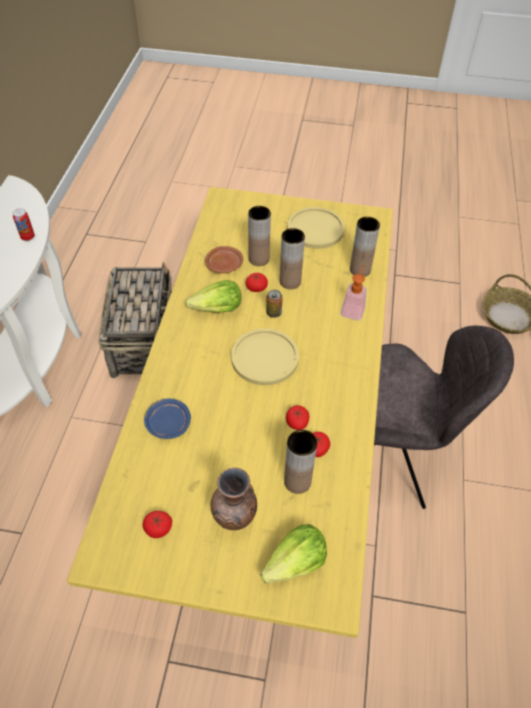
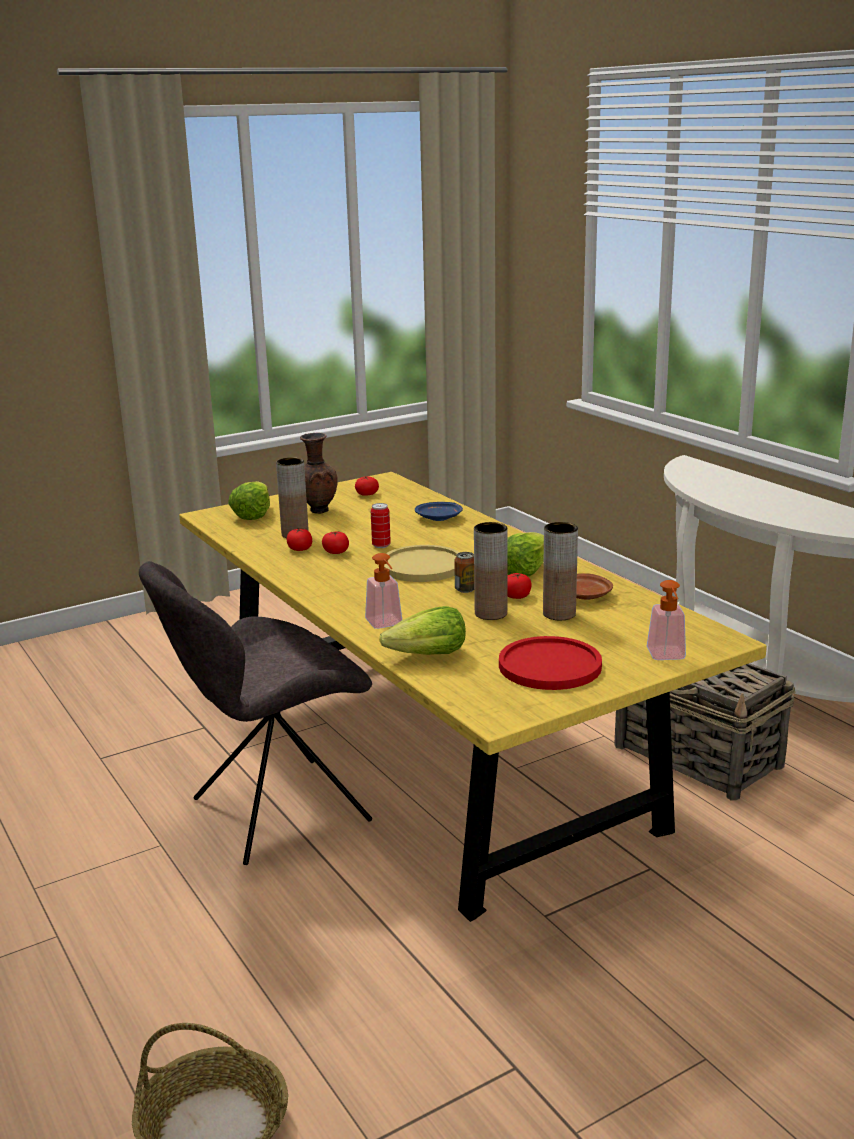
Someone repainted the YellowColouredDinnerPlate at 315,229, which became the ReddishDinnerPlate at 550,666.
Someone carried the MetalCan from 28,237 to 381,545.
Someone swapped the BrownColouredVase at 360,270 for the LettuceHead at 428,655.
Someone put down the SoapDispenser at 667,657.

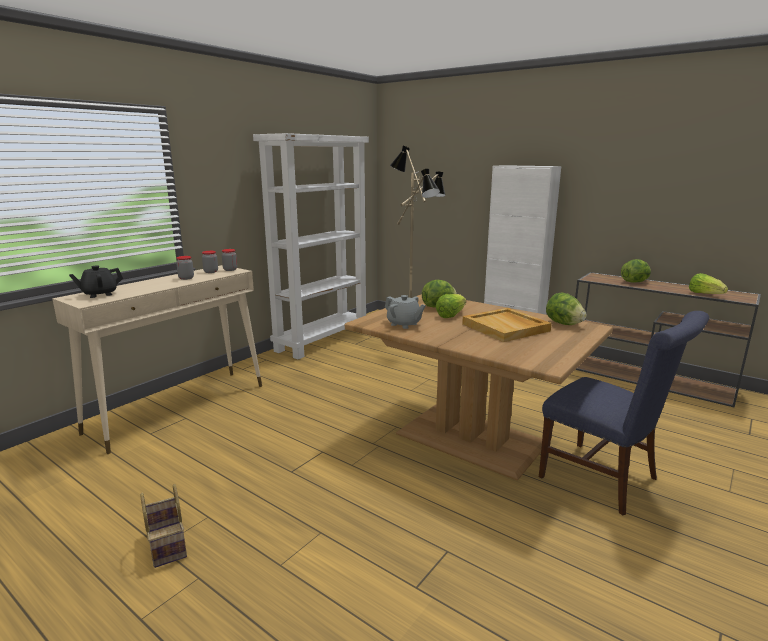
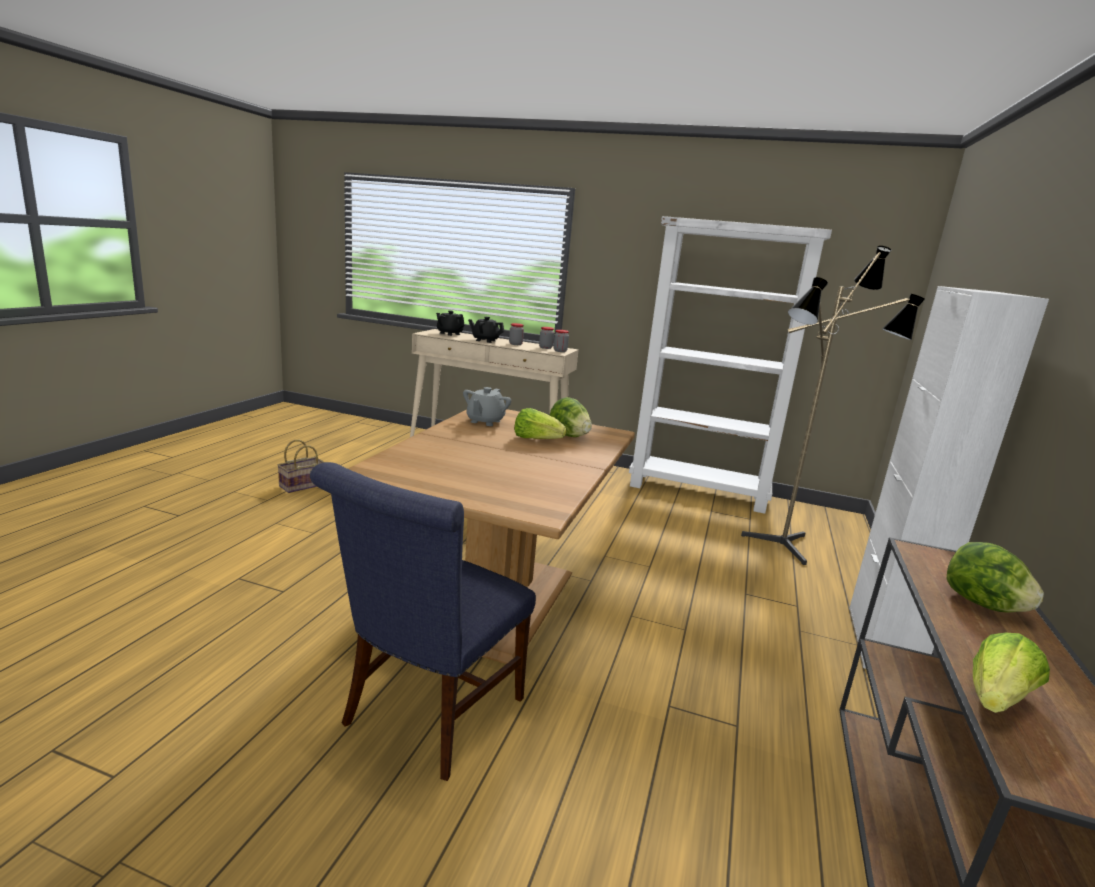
Someone took away the LettuceHead at 563,324.
Someone took away the BeigeTray at 506,327.
Someone put down the BlackPotForTea at 485,340.

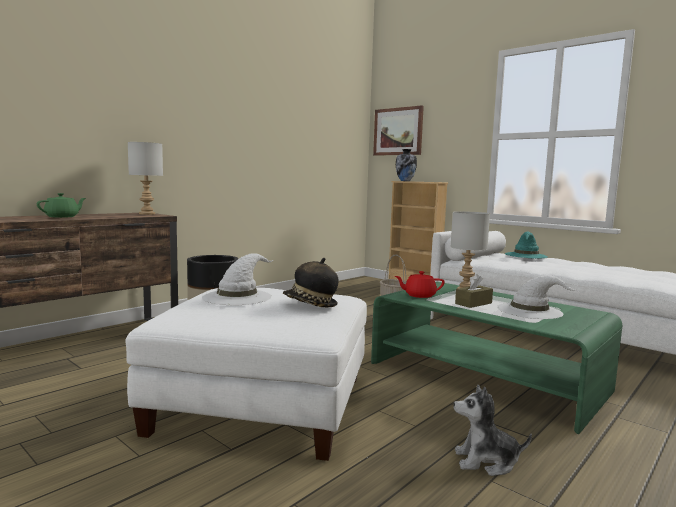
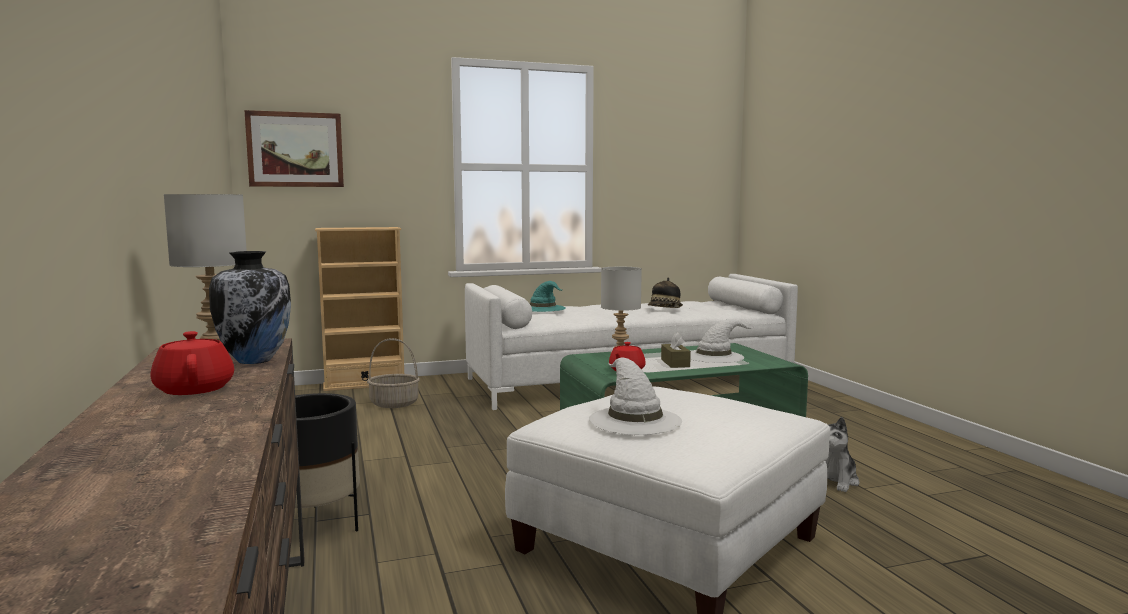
Someone carried the Vase from 405,181 to 255,360.
Someone repainted the GreenPotForTea at 62,217, which became the ReddishPotForTea at 195,388.
Someone carried the ClothingHat from 310,305 to 665,309.

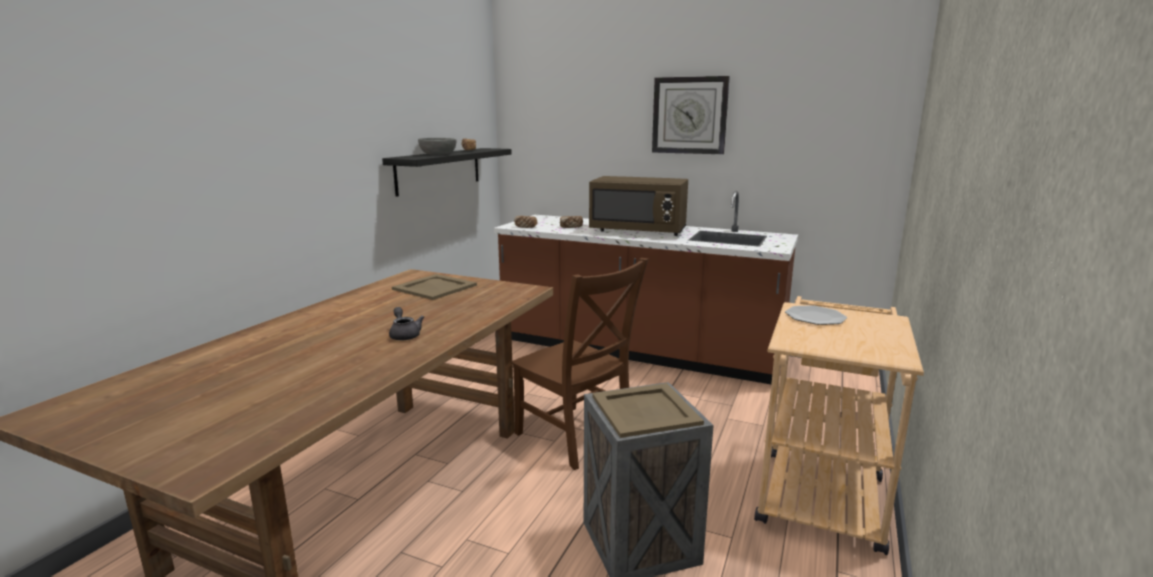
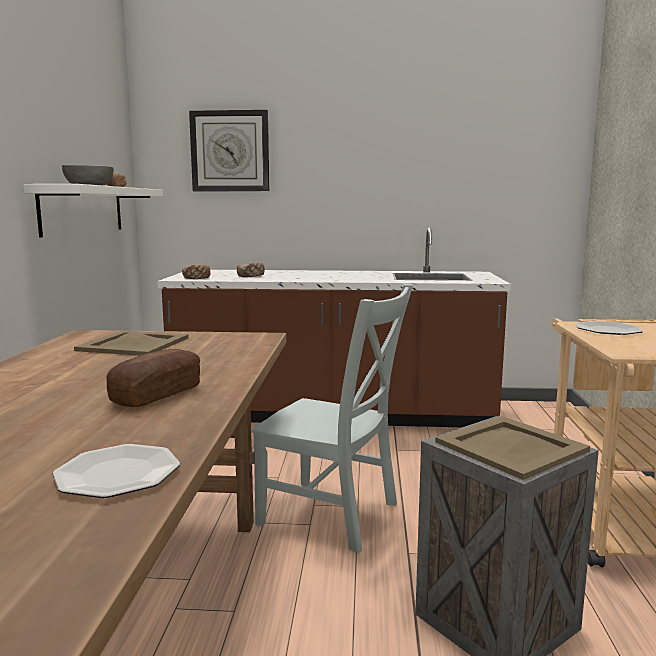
Someone carried the WallClock from 689,115 to 230,151.
Someone repainted the BlackBracketShelf at 439,170, which became the WhiteColouredBracketShelf at 83,210.
Someone took away the BrownColouredMicrowave at 638,231.
Someone repainted the BrownColouredUprightChair at 577,438, which became the GreyUprightChair at 334,515.
Someone swapped the GreyPotForTea at 404,335 for the BakedBread at 157,395.
Someone put down the DinnerPlate at 117,474.

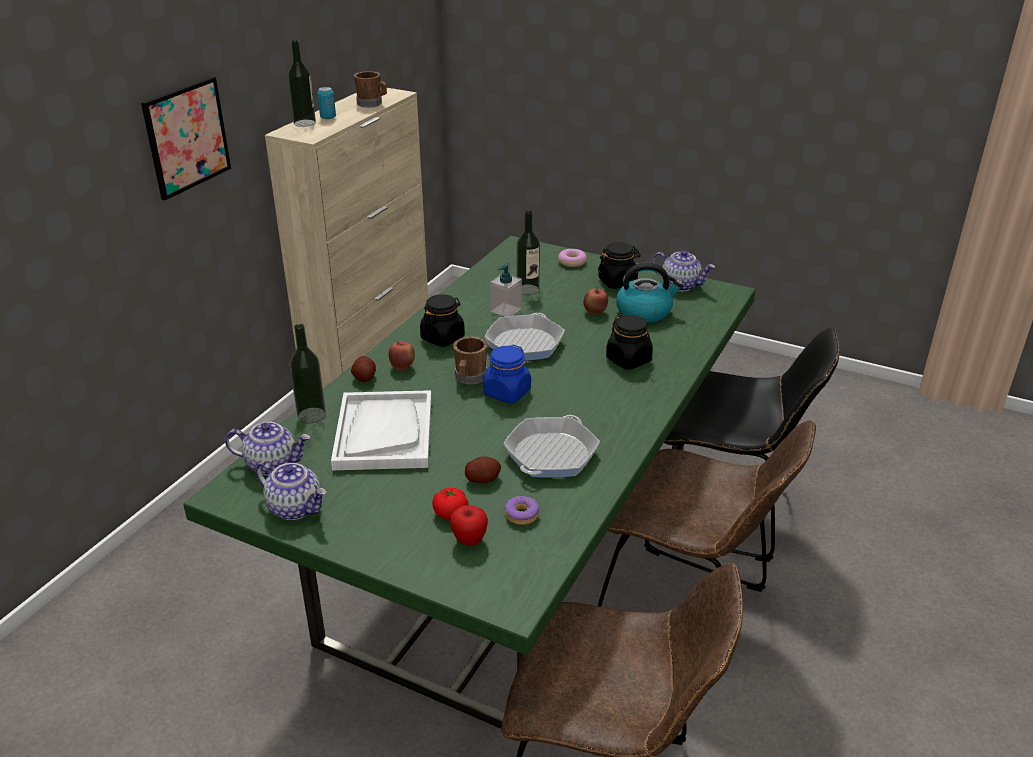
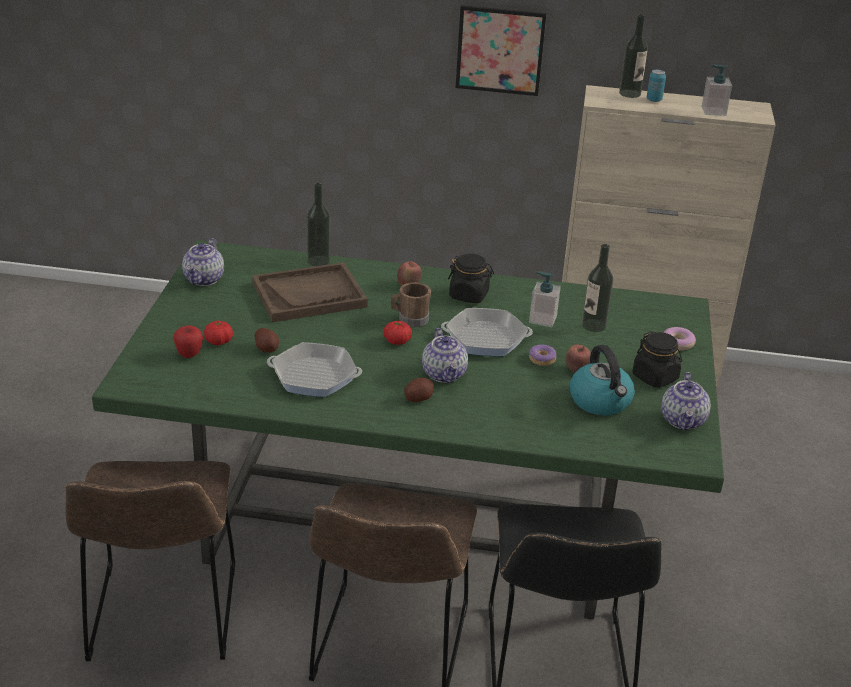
Someone swapped the BrownColouredTeaMug at 372,104 for the SoapDispenser at 713,111.
Someone took away the BlackStorageJar at 629,360.
Someone swapped the BlueColouredStorageJar at 507,393 for the Tomato at 397,341.
Someone carried the Potato from 364,377 to 418,398.
Someone repainted the WhiteColouredTray at 384,433, which became the BrownColouredTray at 309,295.
Someone carried the PotForTea from 272,464 to 445,374.
Someone carried the Donut from 522,515 to 542,359.

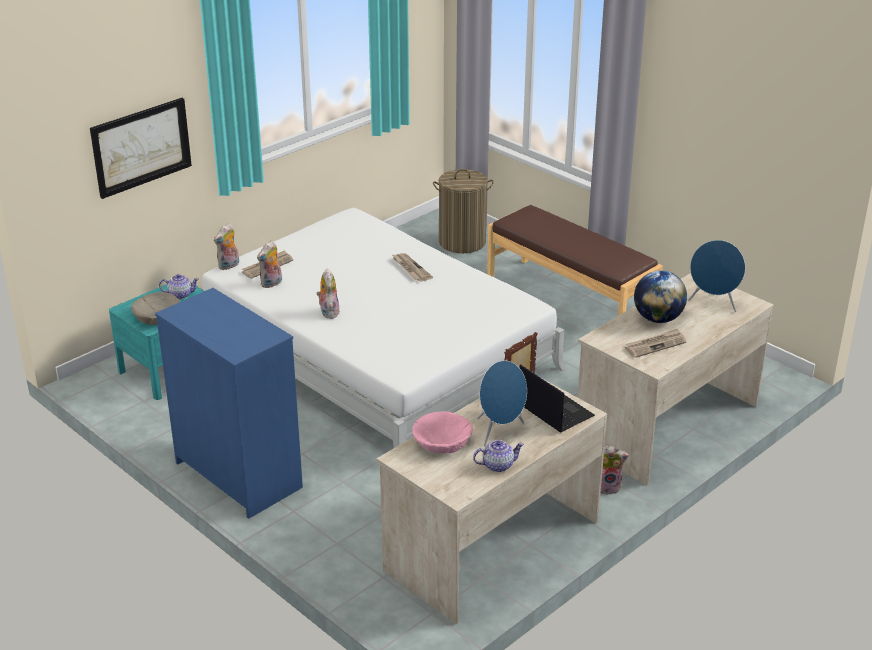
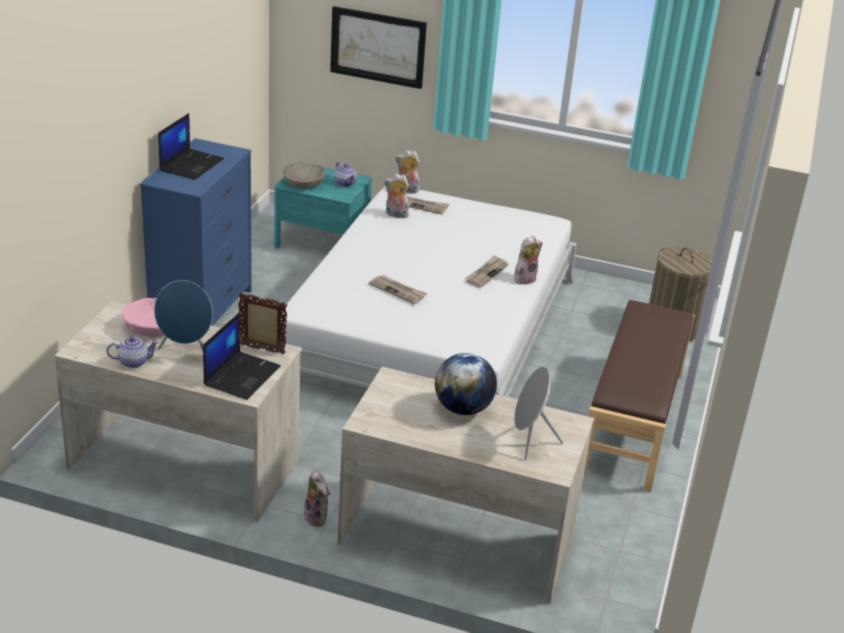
Someone repainted the BlueColouredSpeaker at 713,304, which became the GreySpeaker at 529,442.
Someone carried the SoftToy from 328,312 to 524,278.
Someone carried the DailyPaper from 655,345 to 398,291.
Someone rotated the PotForTea at 497,465 by 60 degrees counterclockwise.
Someone put down the Laptop at 191,164.

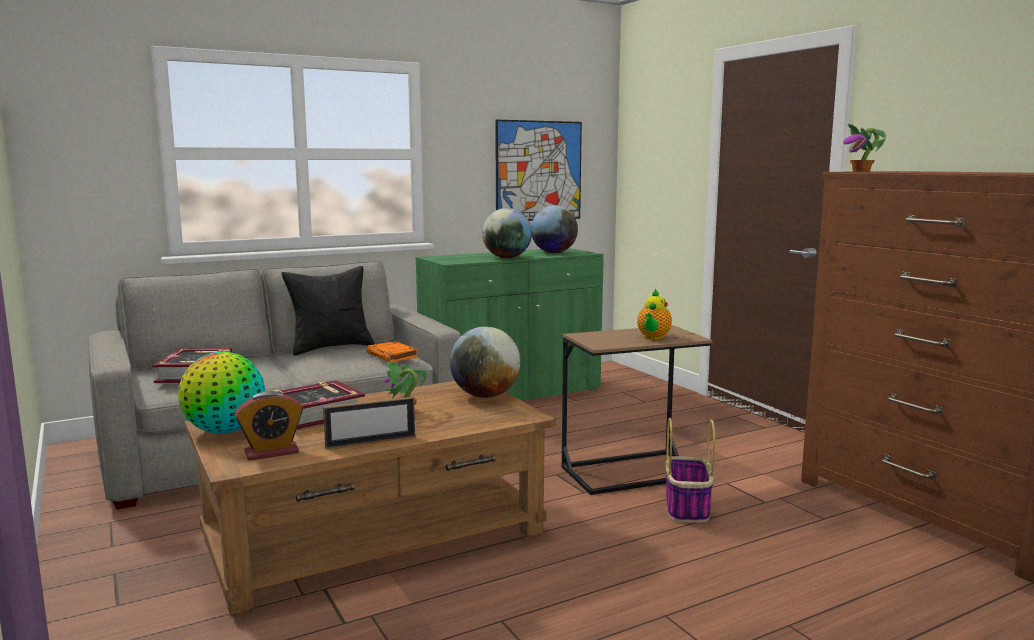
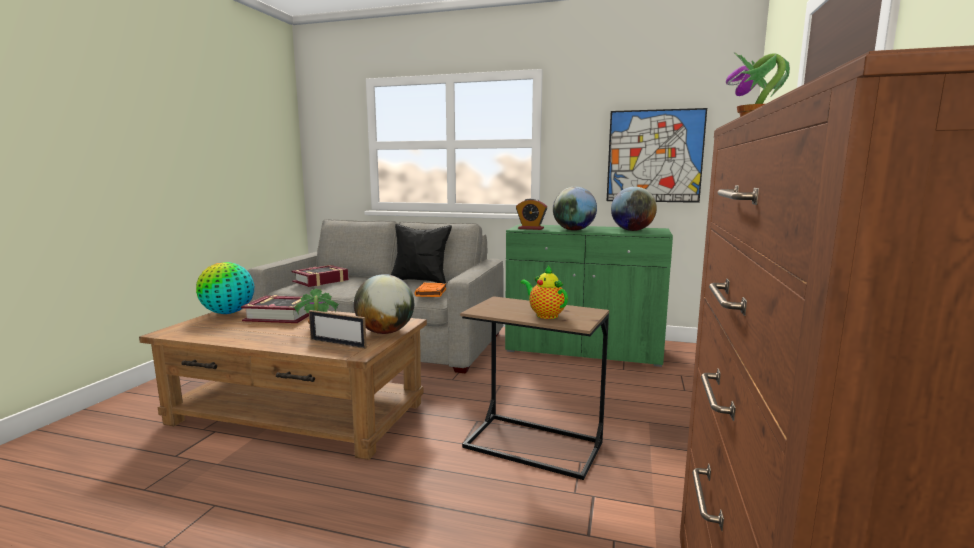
Someone rotated the PotForTea at 653,337 by 75 degrees clockwise.
Someone carried the TableClock from 271,452 to 531,228.
Someone carried the PictureFrame from 370,442 to 338,343.
Someone took away the Basket at 687,508.

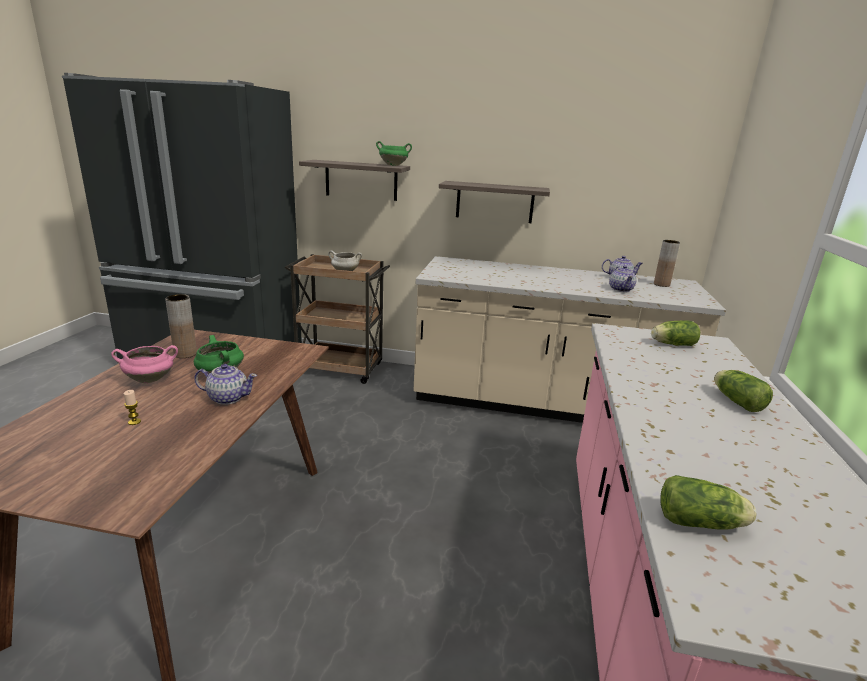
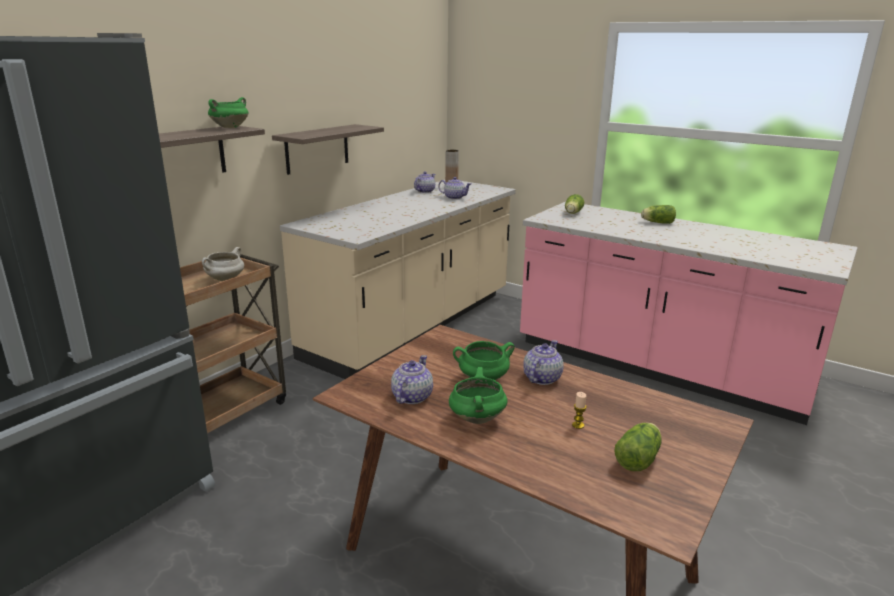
Someone swapped the BrownColouredVase at 185,354 for the PotForTea at 411,397.
Someone repainted the PinkSaucepot at 150,379, which became the GreenSaucepot at 476,418.
Someone carried the LettuceHead from 702,523 to 639,458.

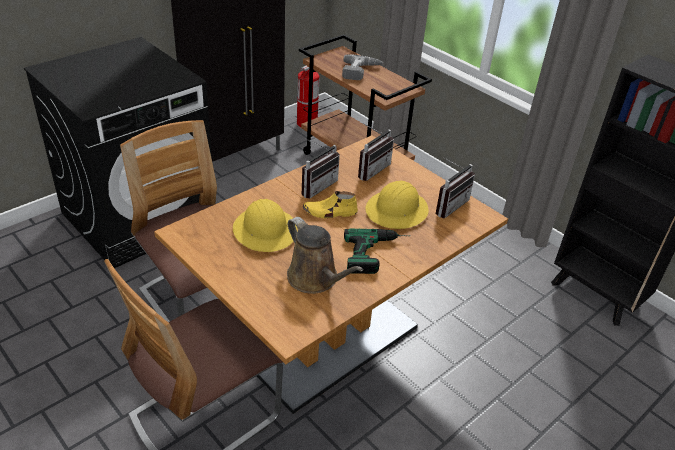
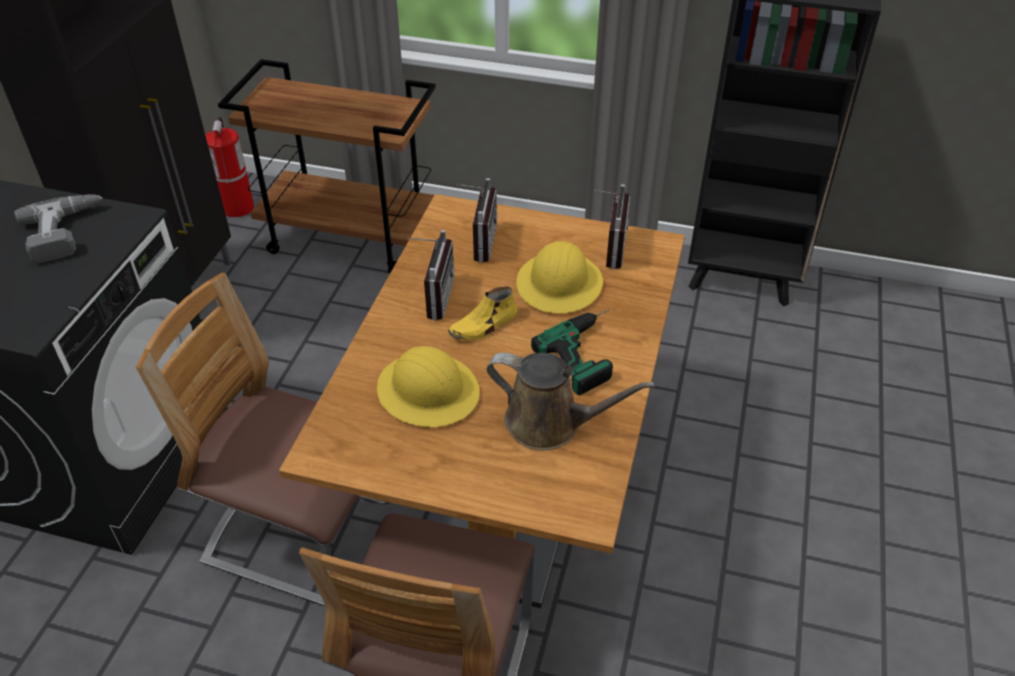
Someone carried the Drill from 361,72 to 66,233.

